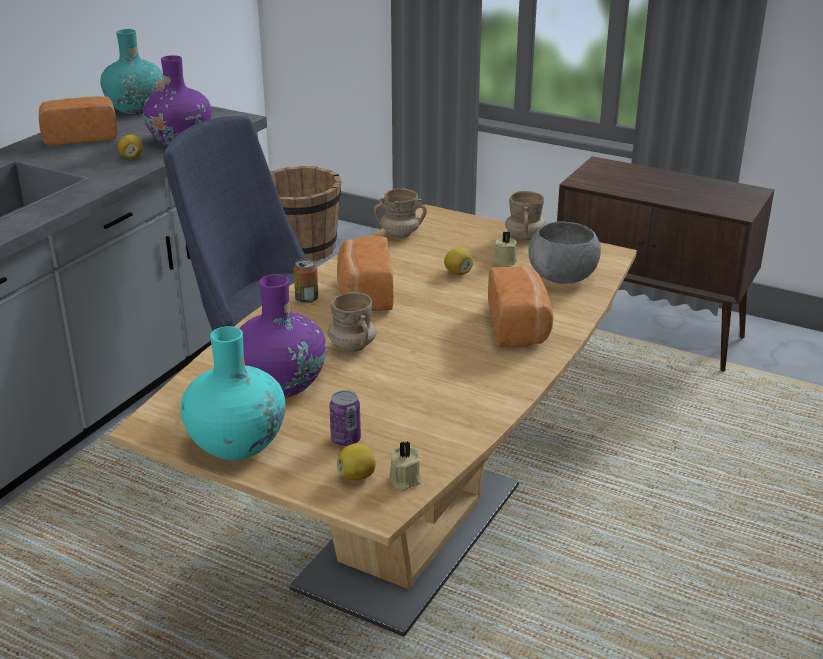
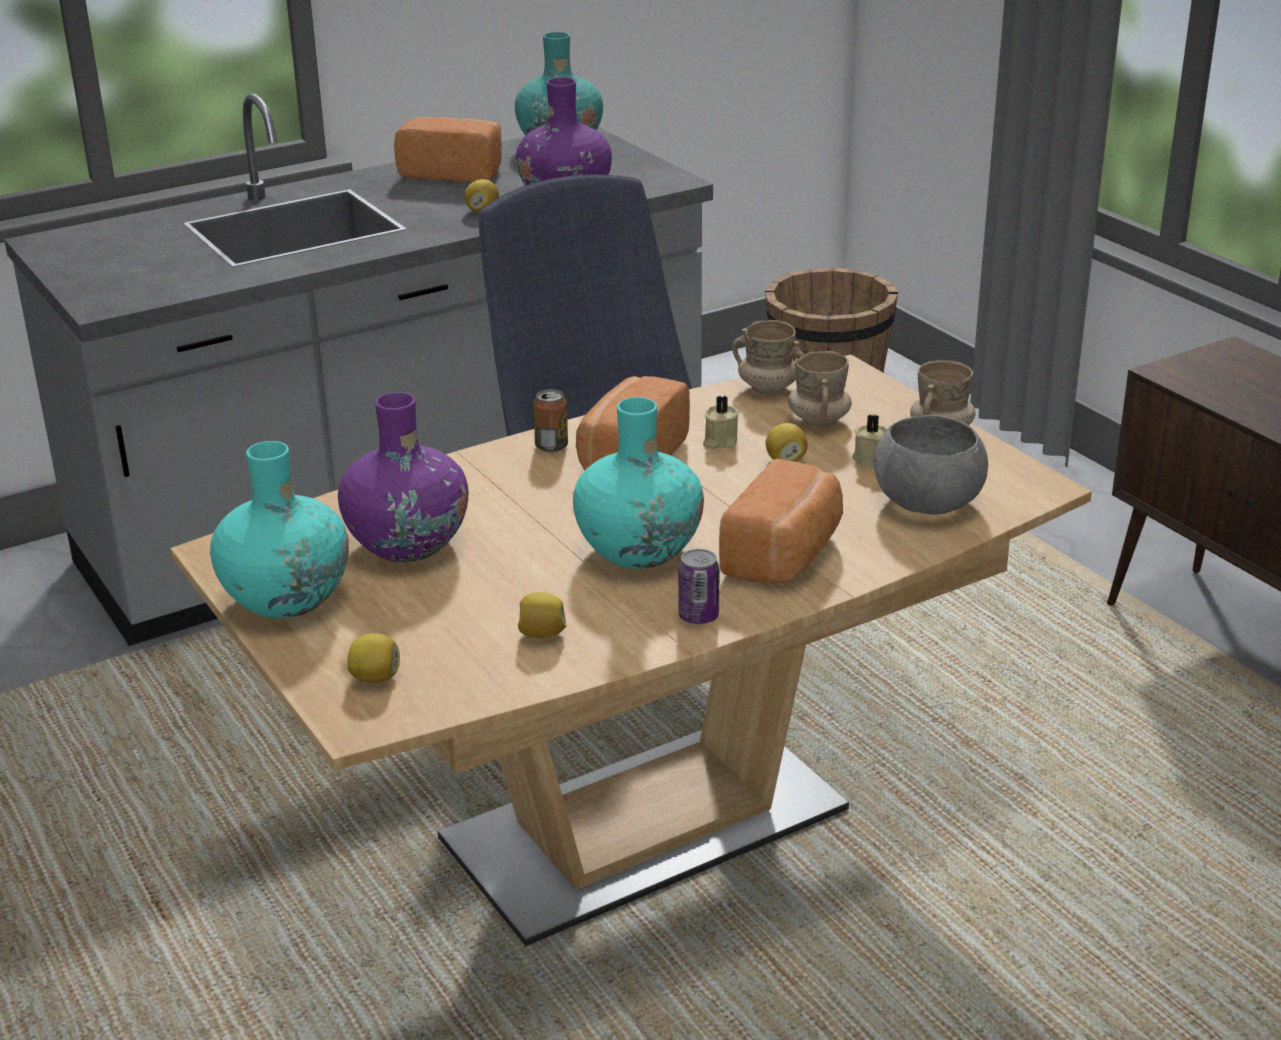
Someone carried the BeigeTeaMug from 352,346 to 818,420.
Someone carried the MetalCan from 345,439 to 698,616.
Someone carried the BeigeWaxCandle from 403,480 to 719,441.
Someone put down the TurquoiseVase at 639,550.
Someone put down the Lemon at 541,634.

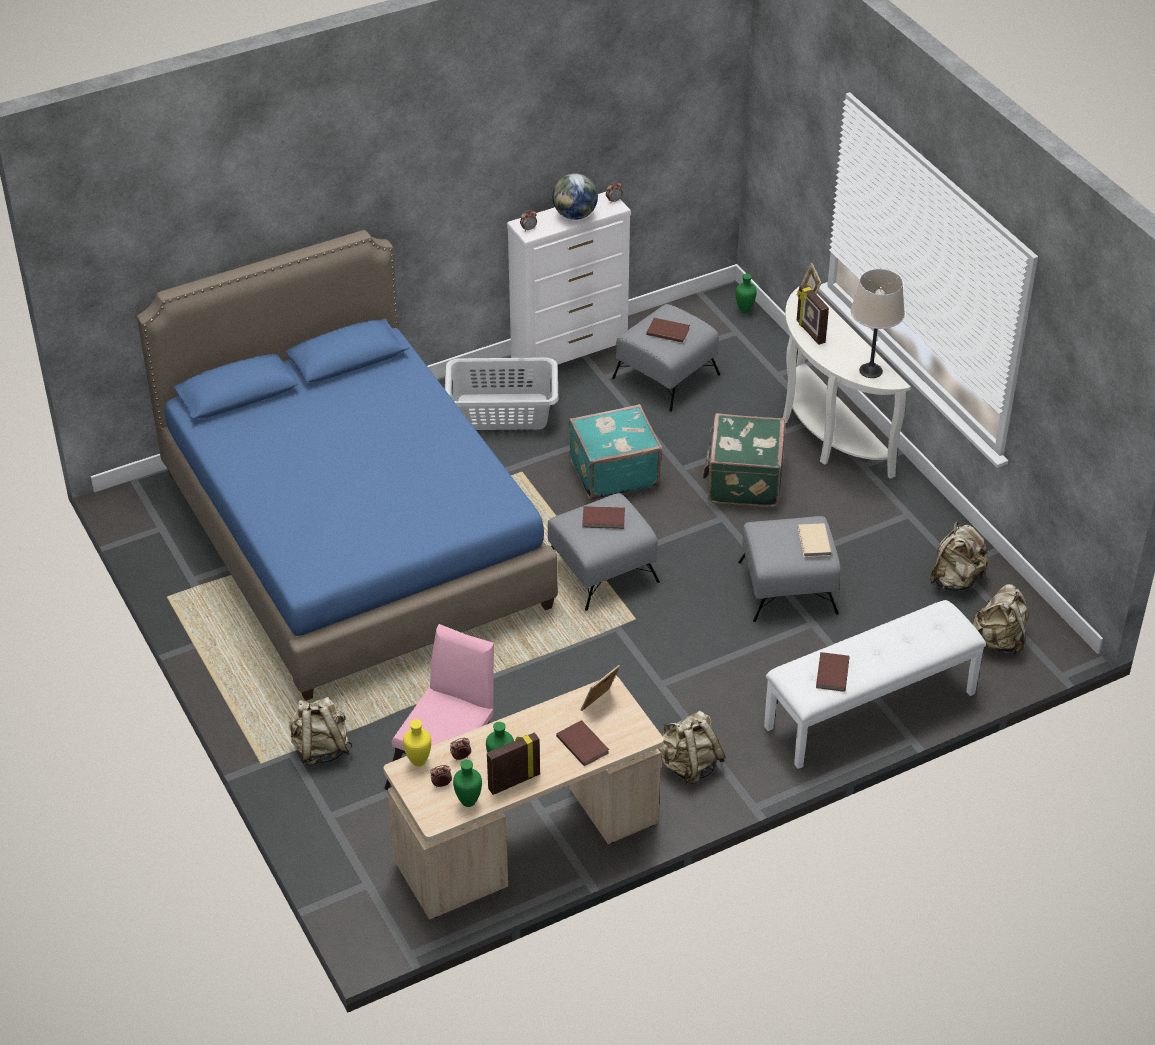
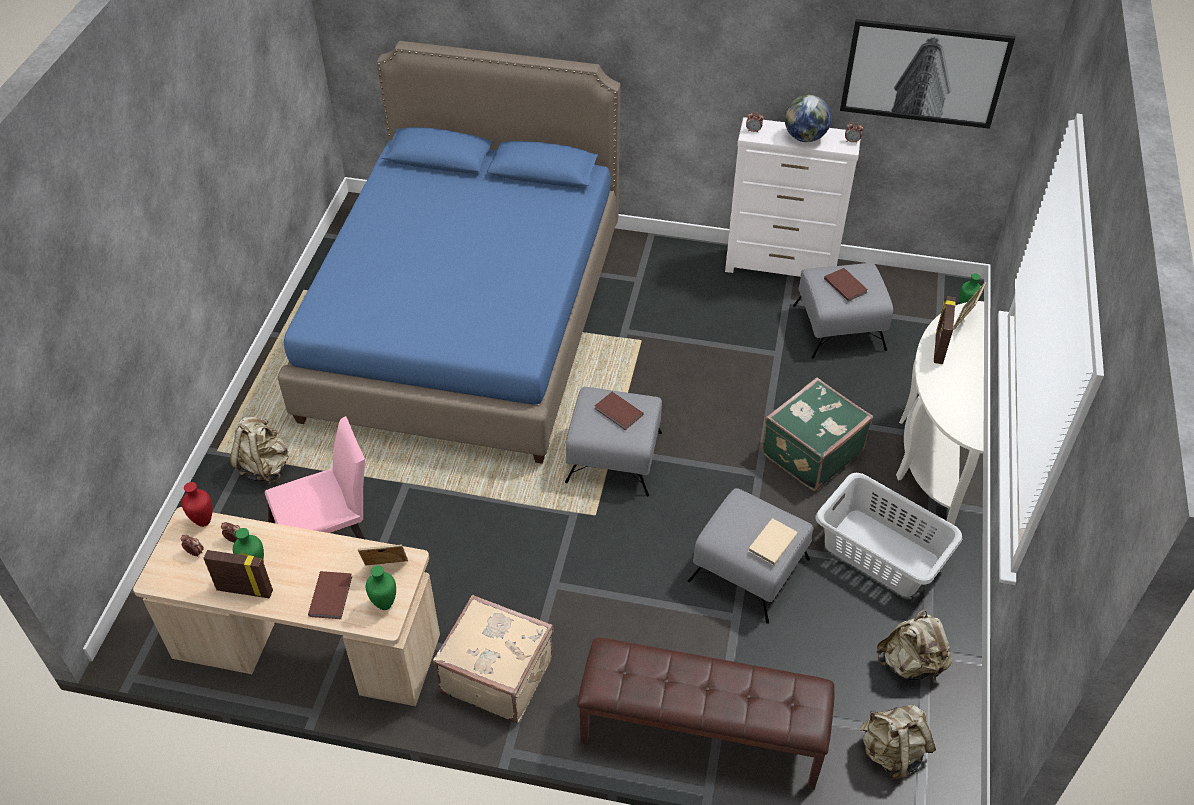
Someone took away the BeigeTabletopLamp at 871,371.
Someone carried the GreyHamper from 502,413 to 880,553.
Someone took away the TurquoiseSuitcase at 613,472.
Someone repainted the WhiteColouredIndoorBench at 870,711, which became the BrownColouredIndoorBench at 700,735.
Someone took away the BrownColouredVolume at 831,673.
Someone swapped the BeigeBackpack at 689,766 for the BeigeSuitcase at 497,673.
Someone repainted the YellowColouredVase at 419,761, which became the ReddishVase at 204,522.
Someone carried the GreenVase from 468,801 to 385,604.
Someone put up the WallArt at 924,73.

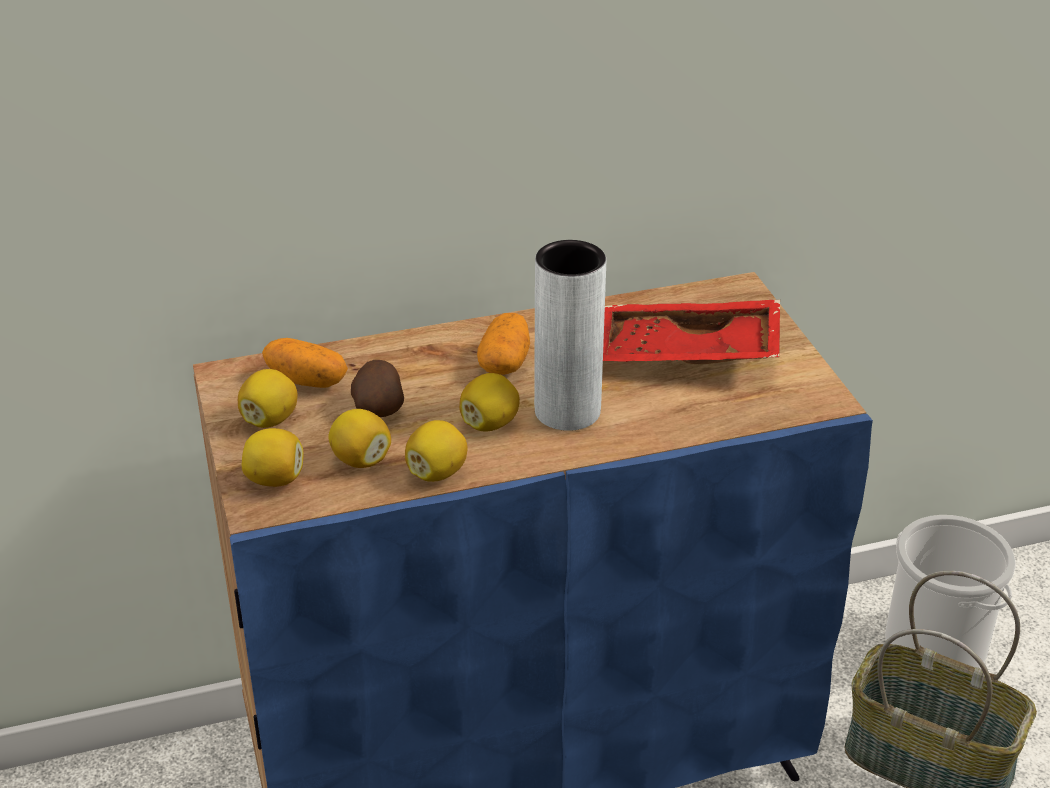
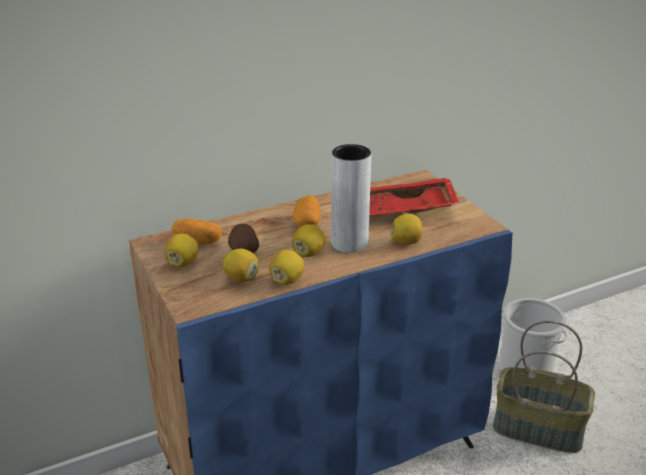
Someone carried the Lemon from 275,479 to 406,242.

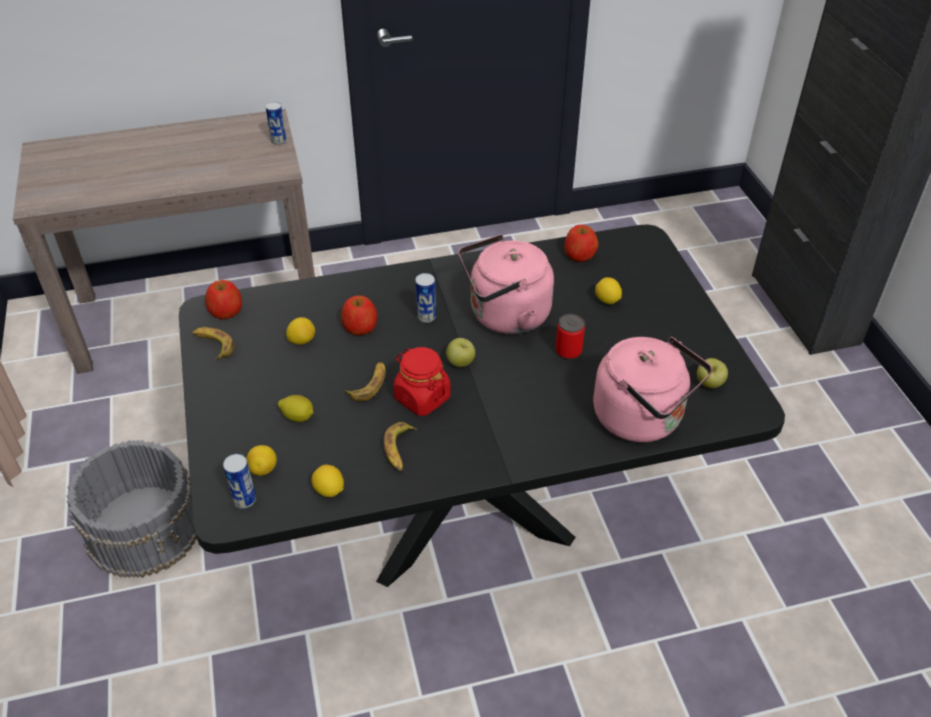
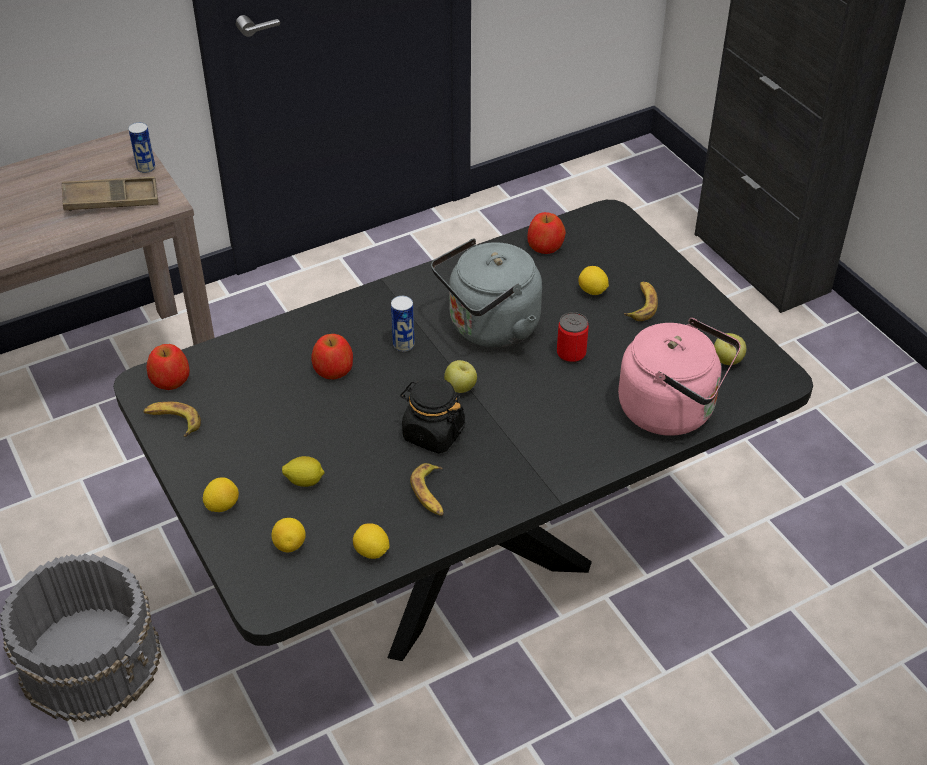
Someone repainted the PinkWaterKettle at 505,316, which became the GreyWaterKettle at 489,328.
Someone carried the Lemon from 302,340 to 222,505.
Someone repainted the ReddishStorageJar at 422,397, which became the BlackStorageJar at 433,433.
Someone carried the WholeBanana from 369,384 to 641,305.
Someone took away the MetalCan at 244,500.
Someone put down the BrownColouredTray at 111,200.

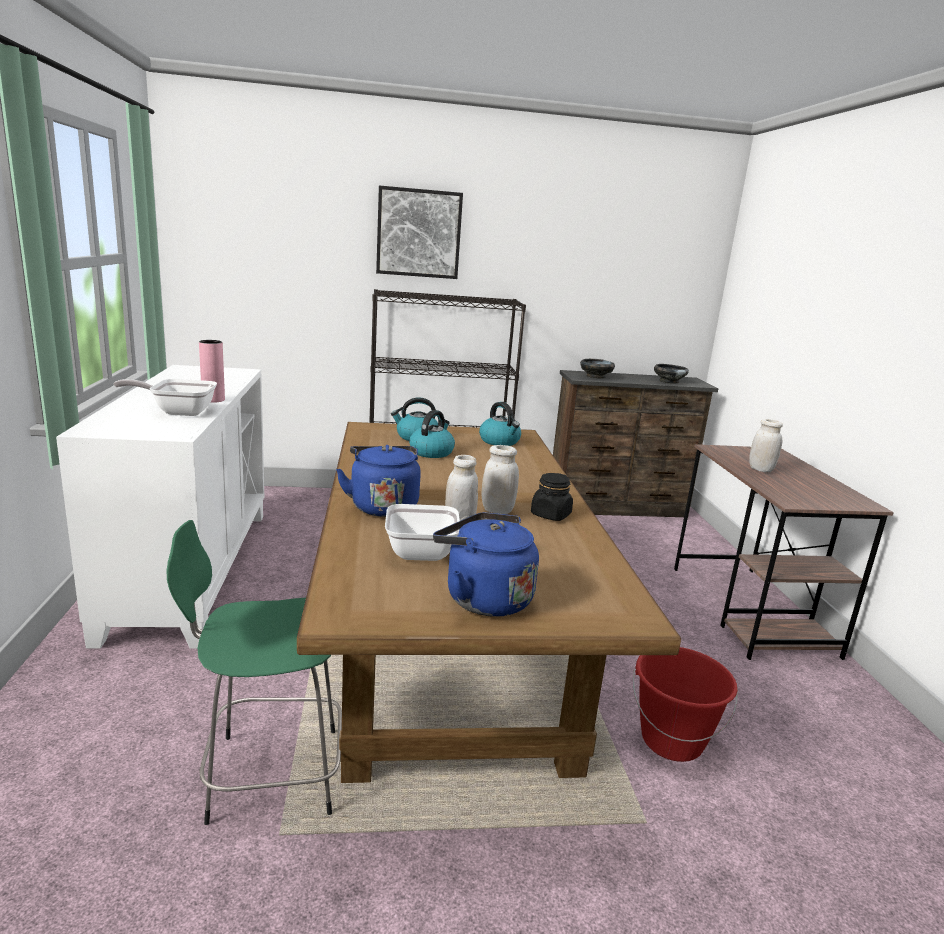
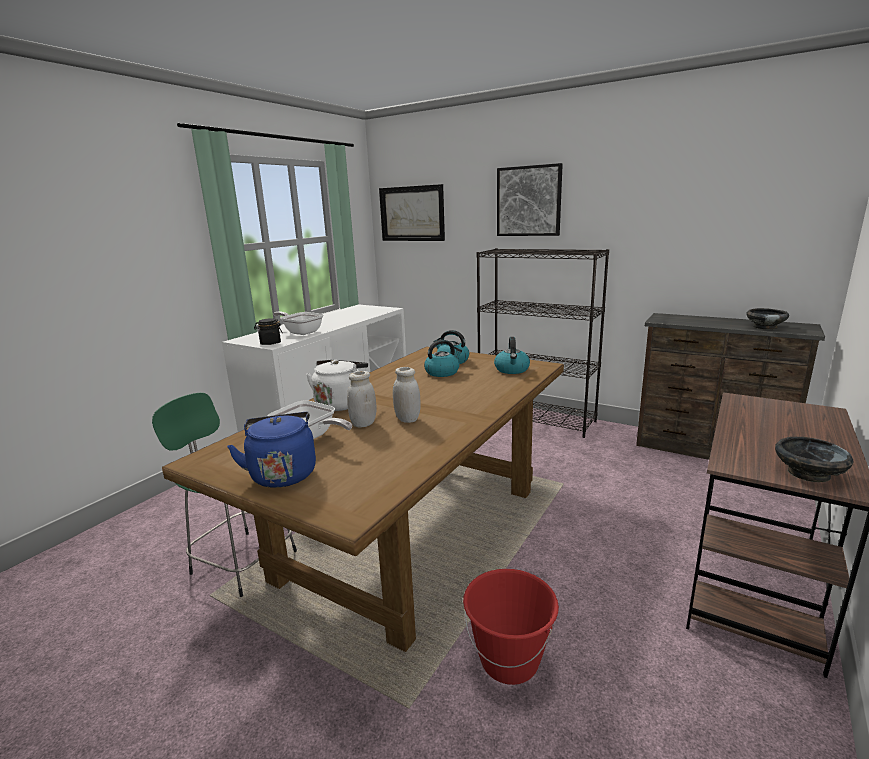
Someone took away the PinkVase at 213,400.
Someone carried the BlackServingBowl from 595,376 to 807,473.
Someone took away the WhiteColouredStorageJar at 761,469.
Someone repainted the BlueColouredWaterKettle at 382,506, which became the WhiteColouredWaterKettle at 340,403.
Someone carried the BlackStorageJar from 550,515 to 270,343.
Someone put up the WallArt at 412,213.

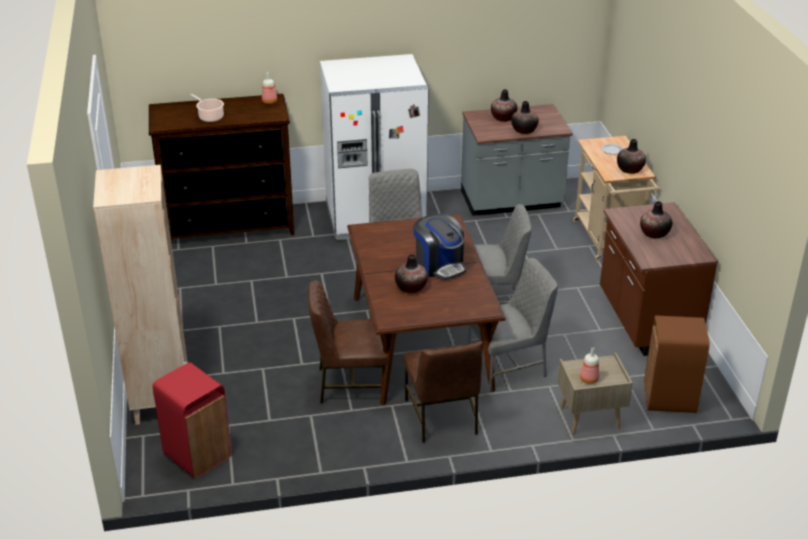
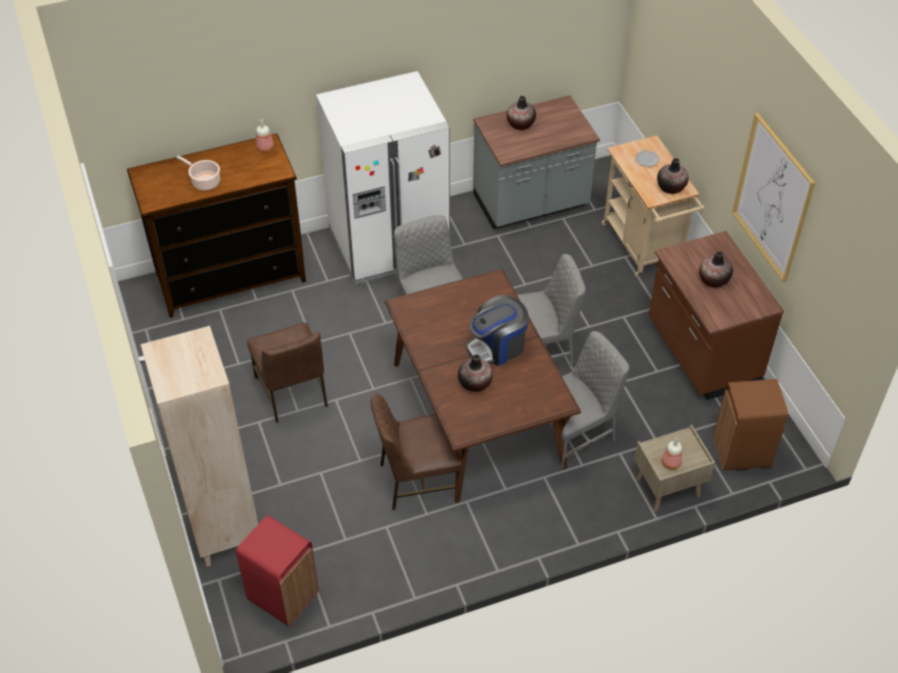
Someone took away the Vase at 524,130.
Someone rotated the CoffeeMachine at 439,265 by 105 degrees clockwise.
Someone carried the BrownColouredUprightChair from 442,417 to 292,392.
Someone put up the WallArt at 772,198.

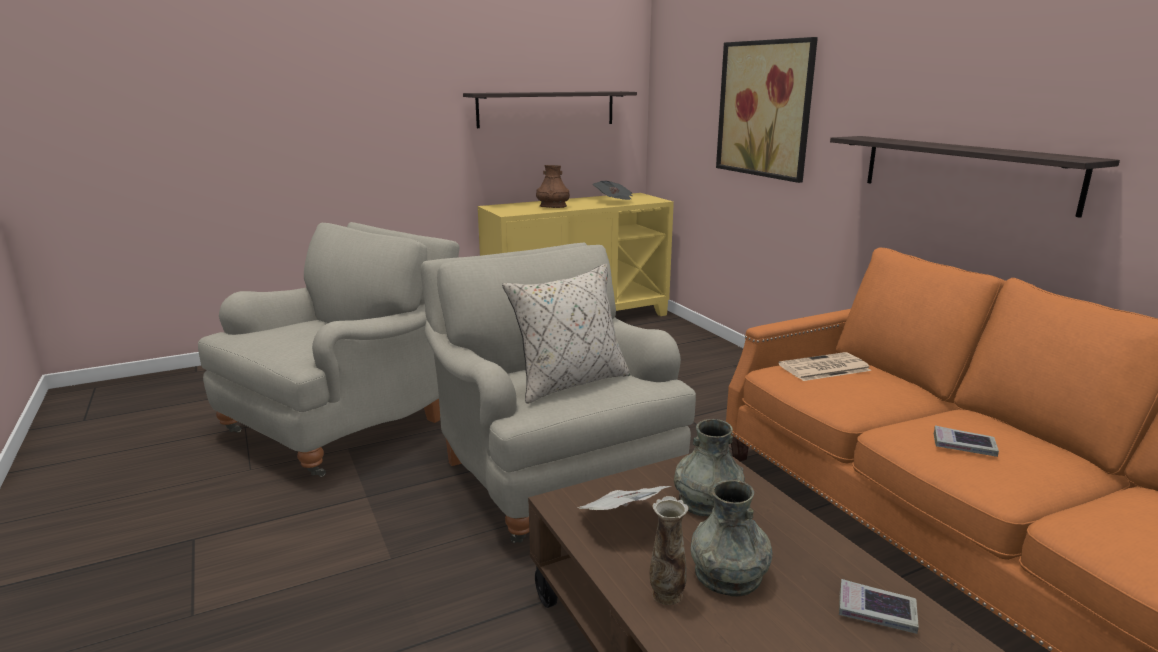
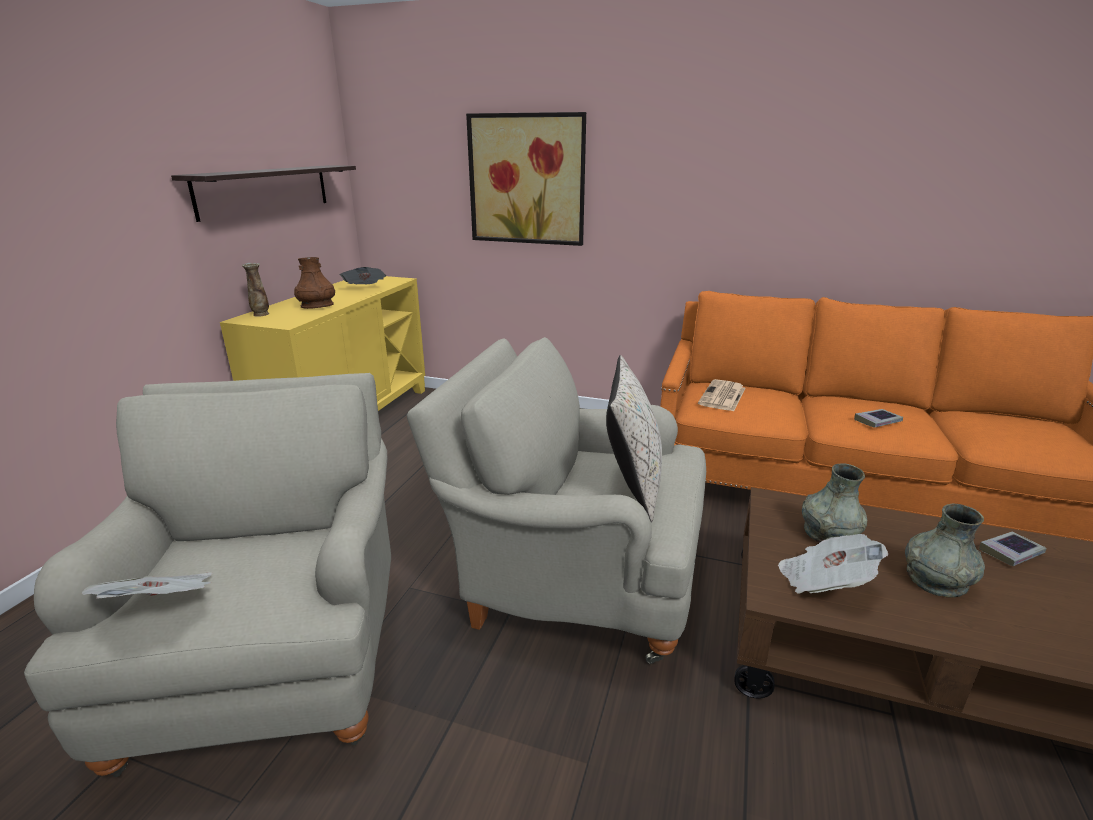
Someone took away the BracketShelf at 964,172.
Someone carried the Vase from 666,595 to 261,314.
Someone put down the DailyPaper at 164,606.

